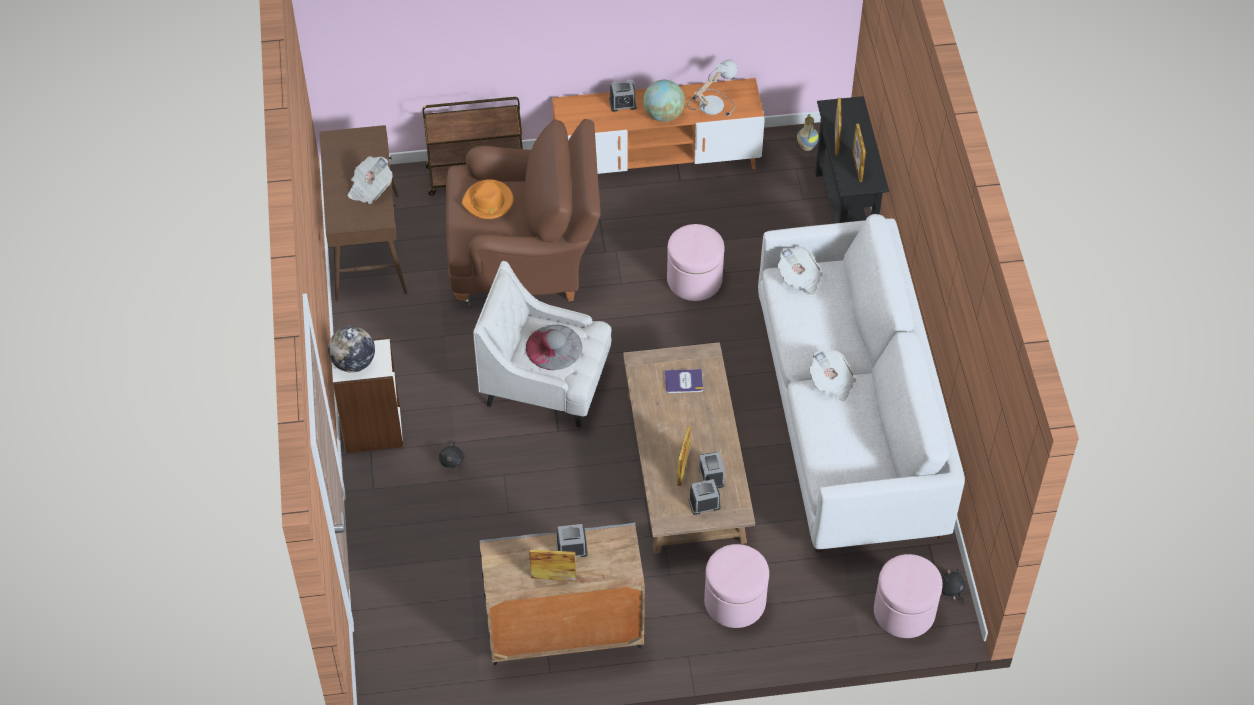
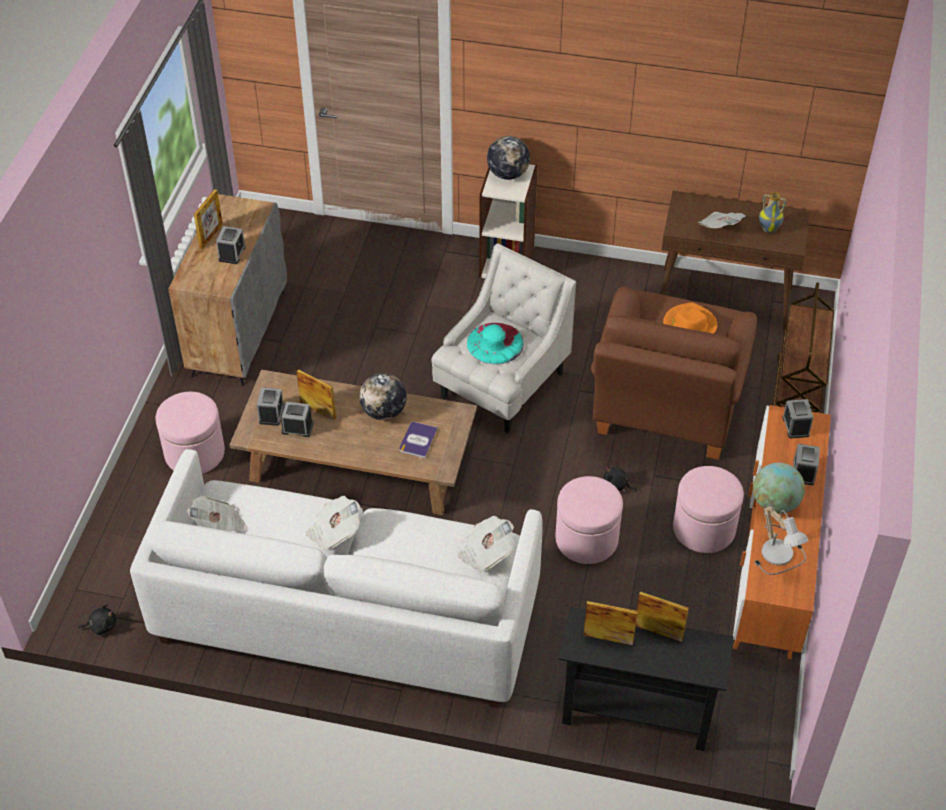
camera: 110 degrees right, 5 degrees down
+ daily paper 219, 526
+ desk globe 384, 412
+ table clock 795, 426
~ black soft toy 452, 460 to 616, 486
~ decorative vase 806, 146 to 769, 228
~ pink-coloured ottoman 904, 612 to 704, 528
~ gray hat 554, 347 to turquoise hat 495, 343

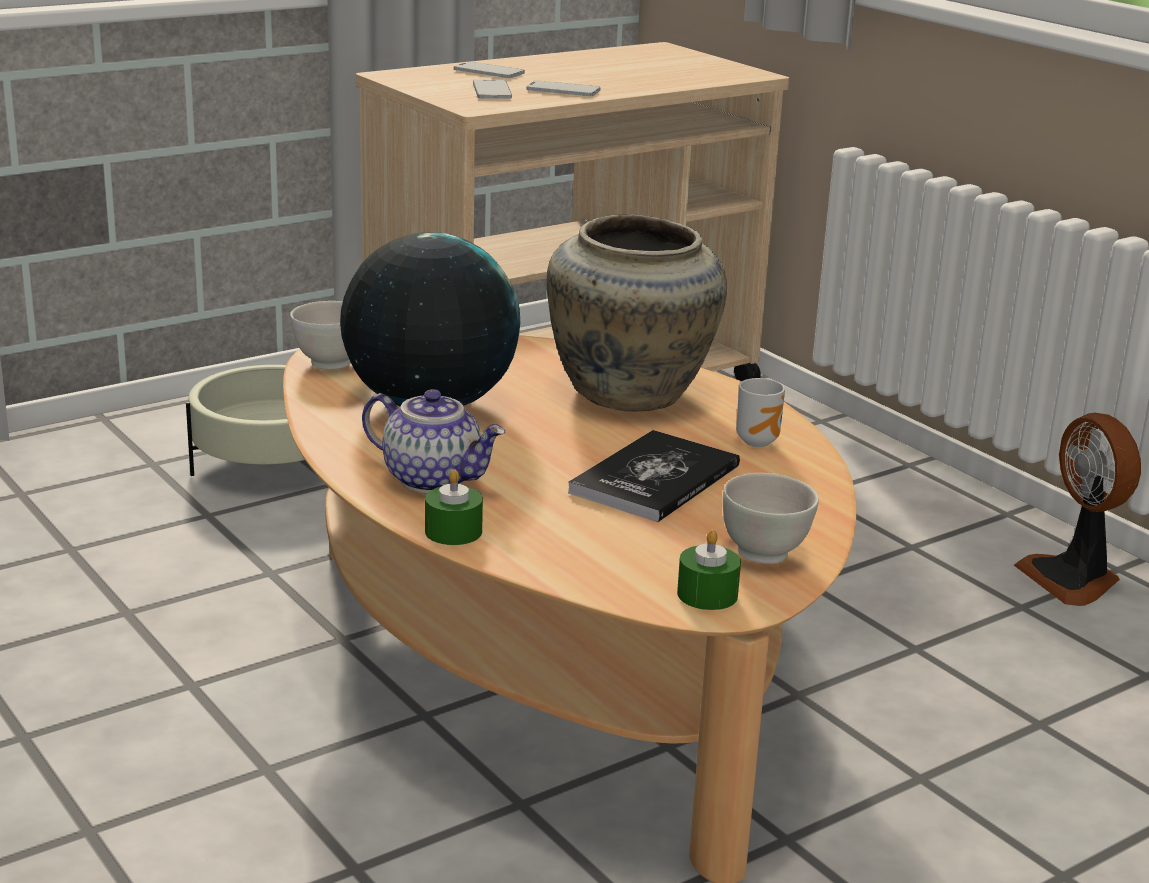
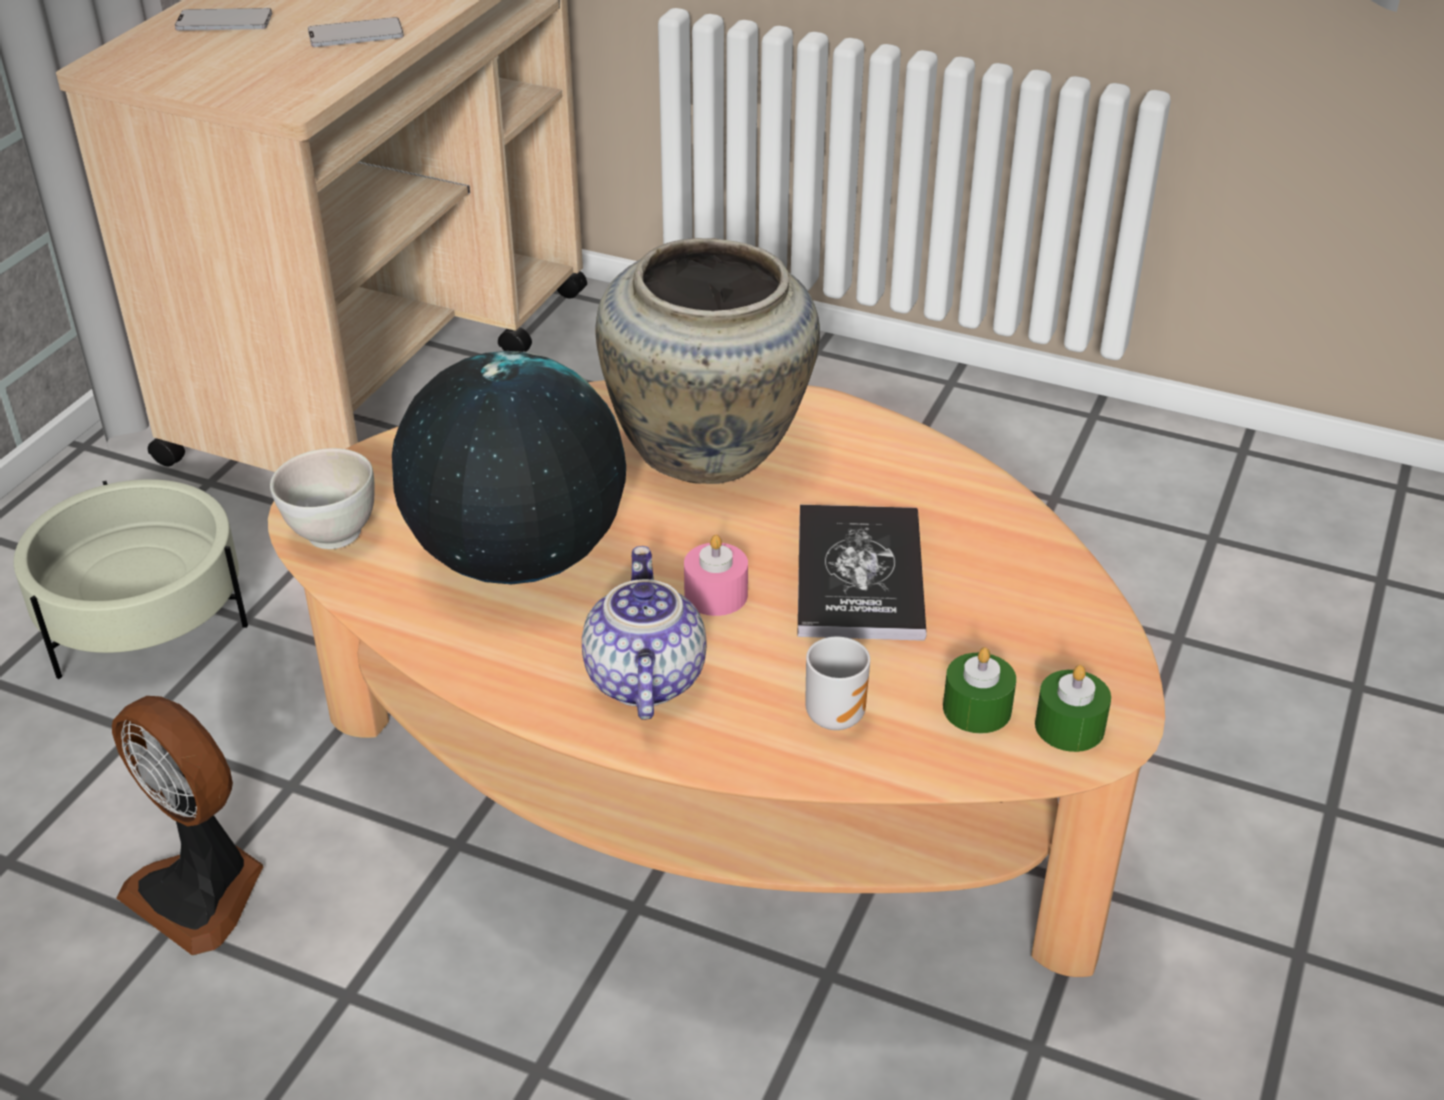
camera: 30 degrees left, 15 degrees up
- phone 492, 91
- white serving bowl 765, 553
+ pink-coloured wax candle 716, 595
~ greenish wax candle 453, 531 to 977, 709
~ coffee mug 759, 441 to 835, 714
~ electric fan 1073, 579 to 202, 890
~ pot for tea 434, 479 = 642, 678 90 degrees counterclockwise

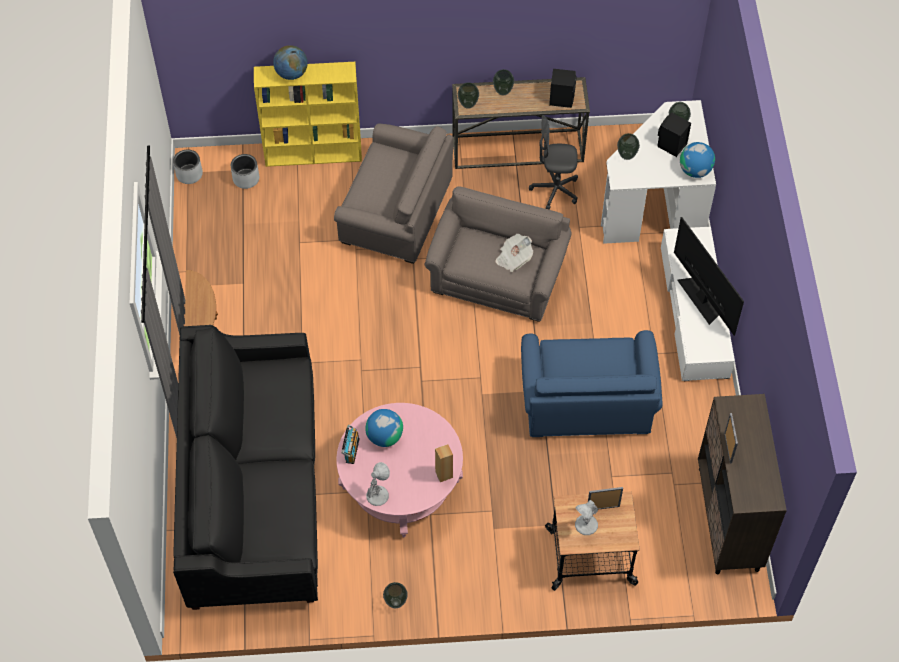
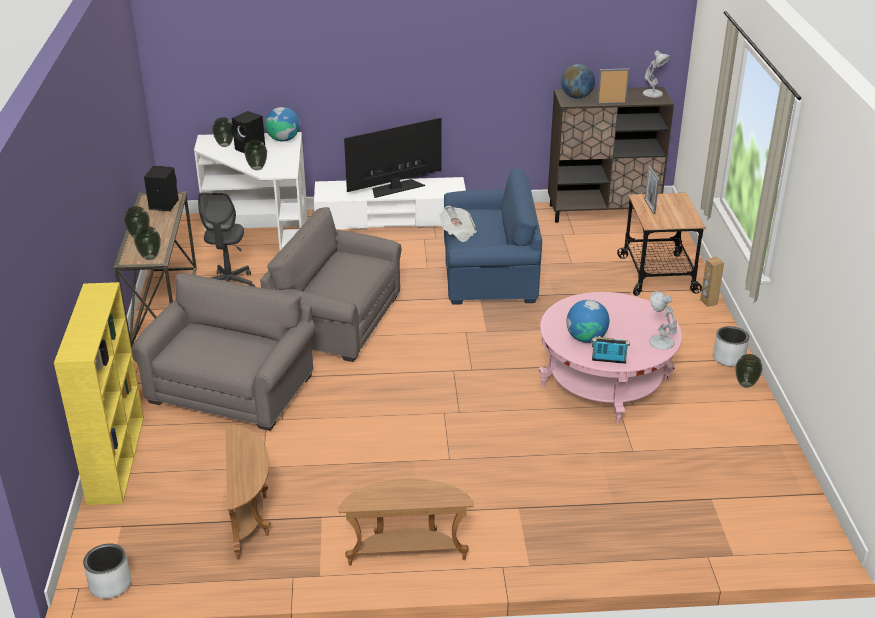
camera: 90 degrees left, 25 degrees down
- black couch 254, 491
+ brown-coloured accent table 250, 517
~ gray plant pot 246, 179 to 729, 358
~ desk globe 291, 73 to 577, 97
~ brown-coloured speaker 444, 474 to 708, 302
~ daily paper 513, 258 to 457, 233
~ white lamp for a table 585, 525 to 653, 93

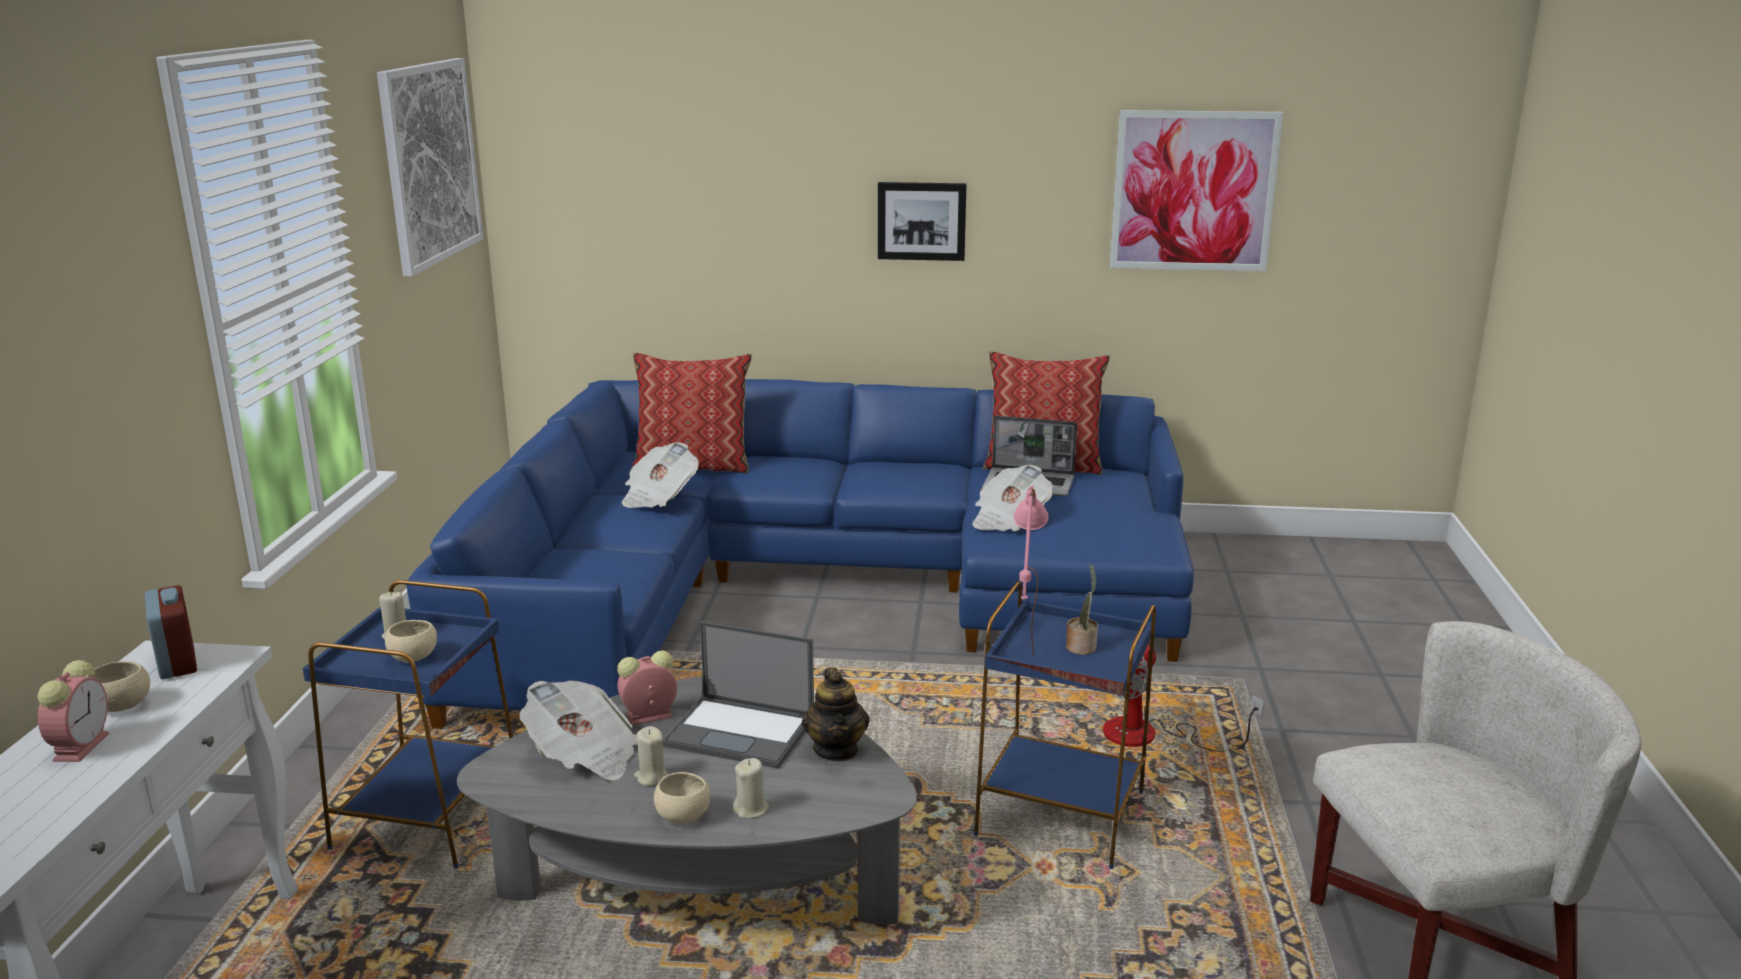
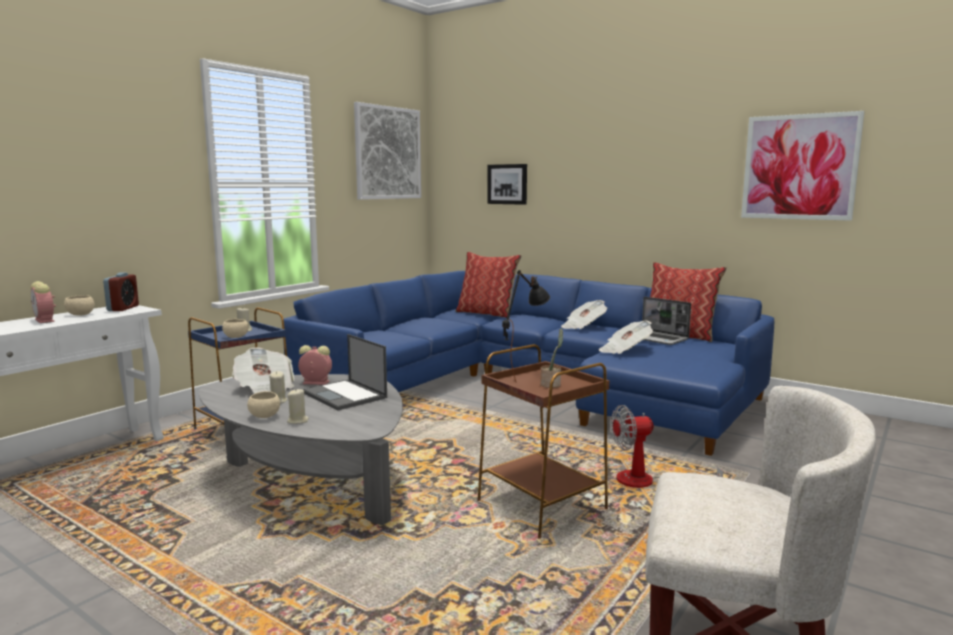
camera: 30 degrees right, 10 degrees down
- pot for tea 836, 749
~ daily paper 658, 496 to 583, 327
~ wall picture 921, 221 to 507, 184
~ bluish accent table 1062, 815 to brown-coloured accent table 542, 506
~ pink-coloured lamp for a table 1023, 637 to black lamp for a table 523, 375
~ table clock 82, 745 = 45, 320 105 degrees clockwise

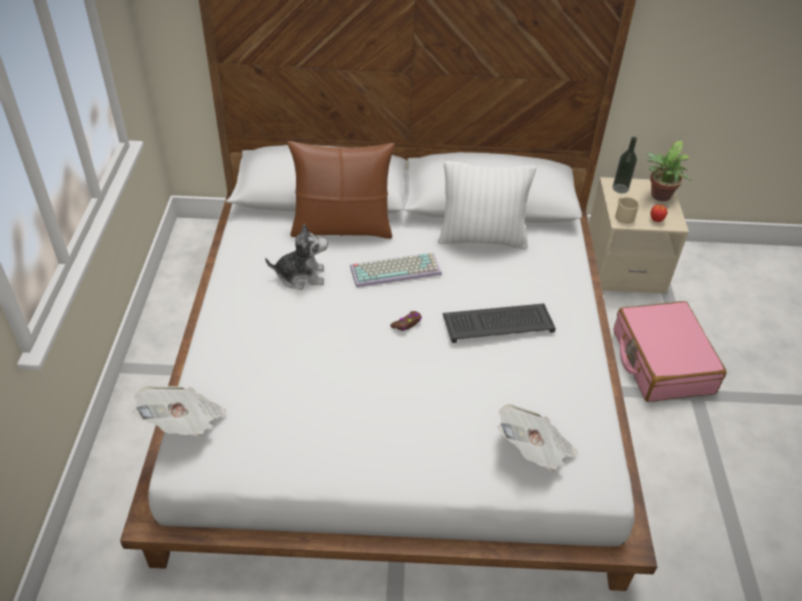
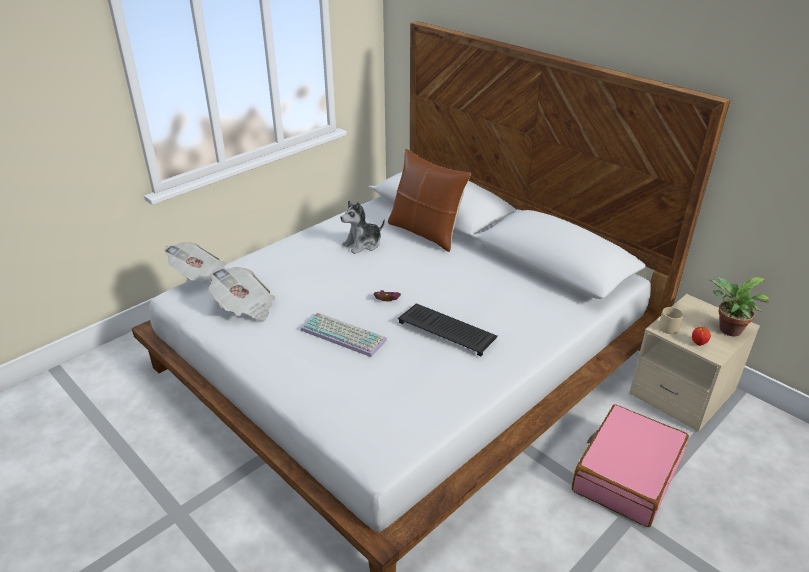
camera: 45 degrees right, 10 degrees down
- white throw pillow 482, 238
- beverage bottle 620, 188
~ keyboard 396, 269 to 345, 334
~ daily paper 534, 450 to 245, 307
~ soft toy 301, 276 = 363, 244 105 degrees clockwise

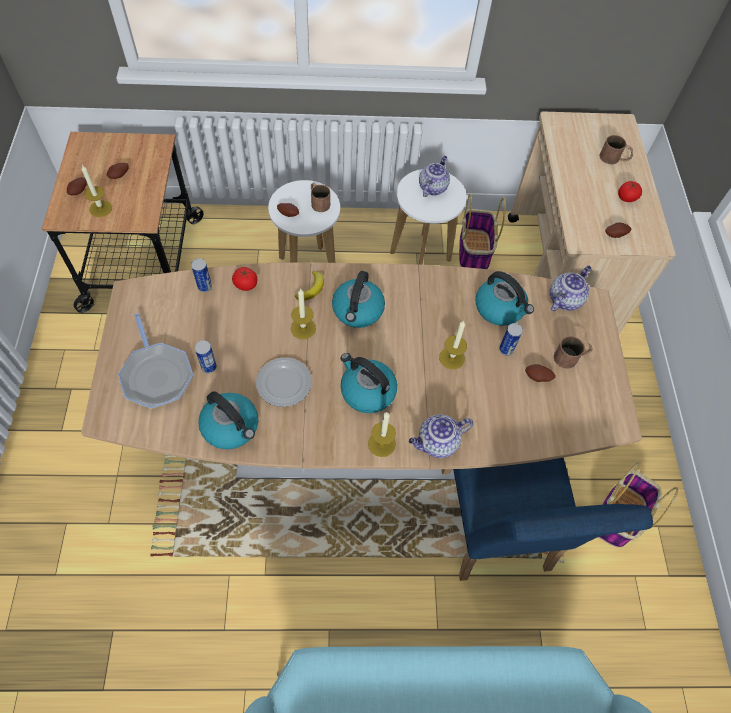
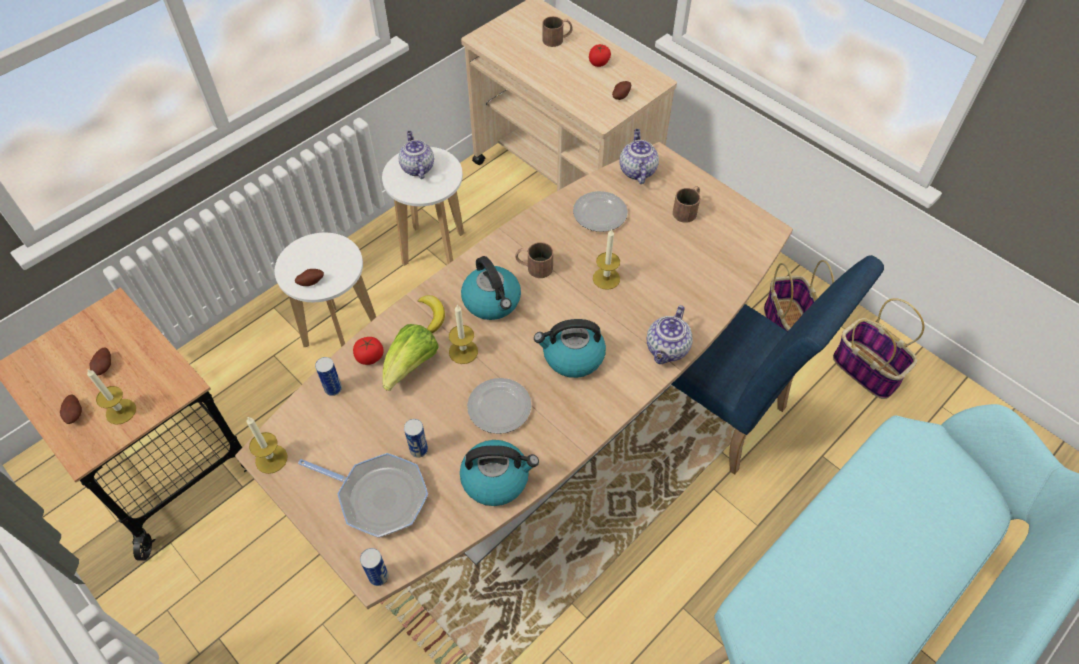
camera: 40 degrees left, 5 degrees down
- whole potato 537, 378
+ lettuce head 411, 367
~ brown-coloured coffee mug 318, 201 to 534, 267
~ wax candle 381, 444 to 271, 459
~ basket 474, 251 to 867, 370
~ sealed can 506, 349 to 378, 576
~ tea kettle 500, 308 to dinner plate 599, 213

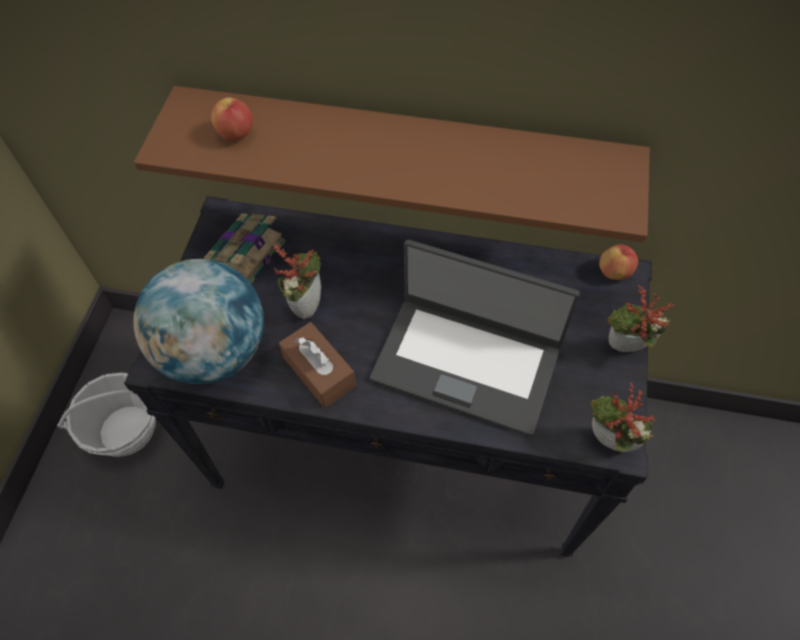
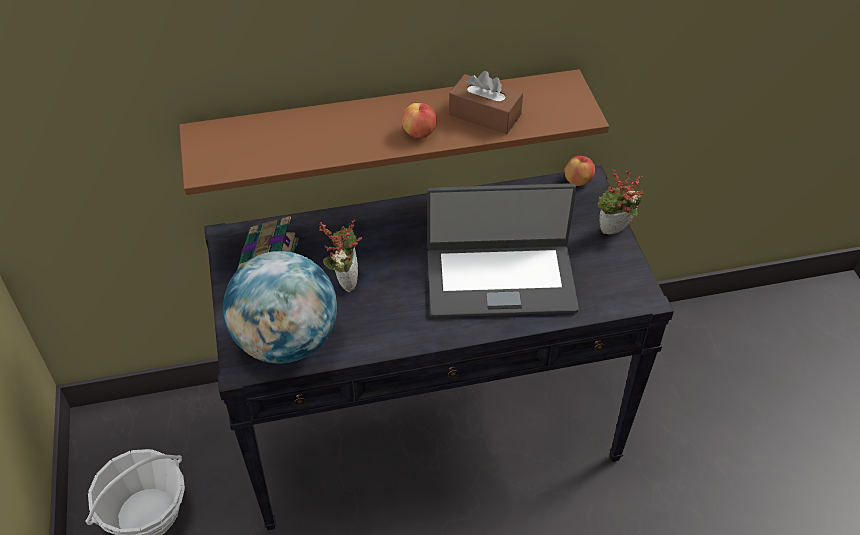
camera: 25 degrees left, 10 degrees down
- plant in a pot 606, 444
~ apple 236, 134 to 419, 133
~ brown-coloured tissue holder 319, 371 to 485, 115

